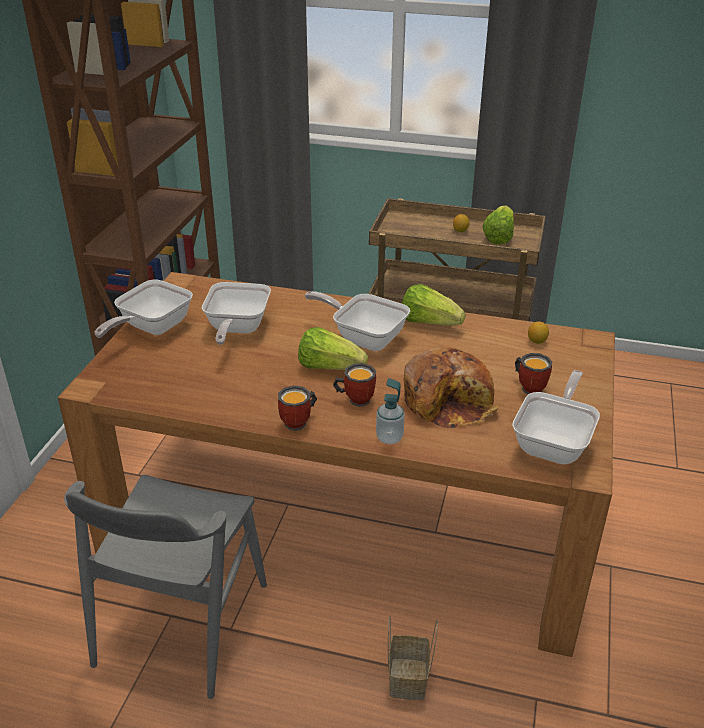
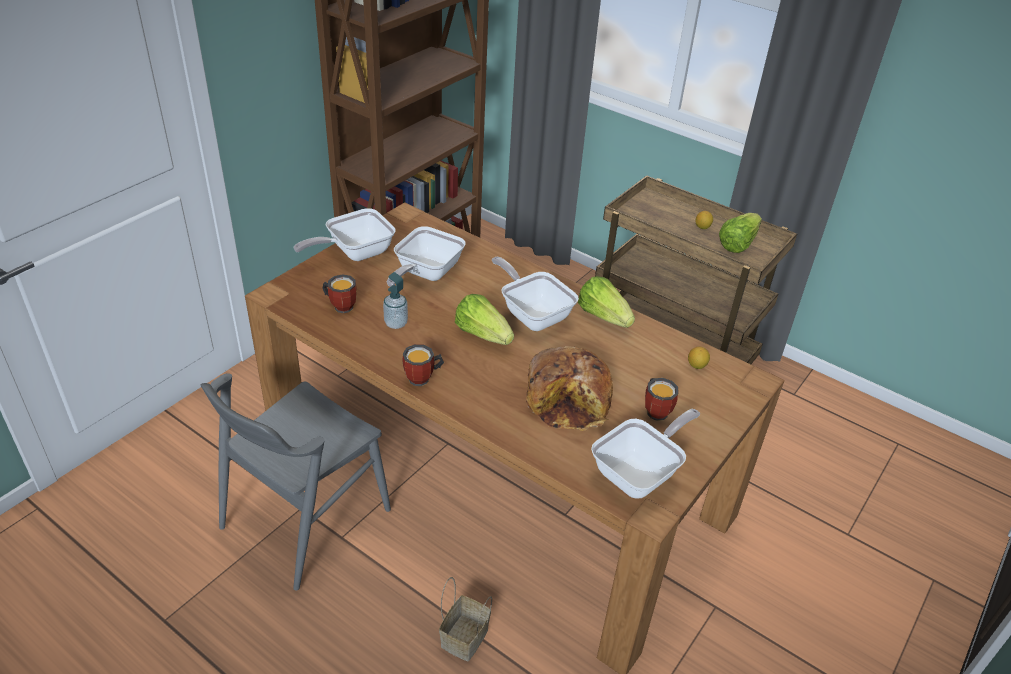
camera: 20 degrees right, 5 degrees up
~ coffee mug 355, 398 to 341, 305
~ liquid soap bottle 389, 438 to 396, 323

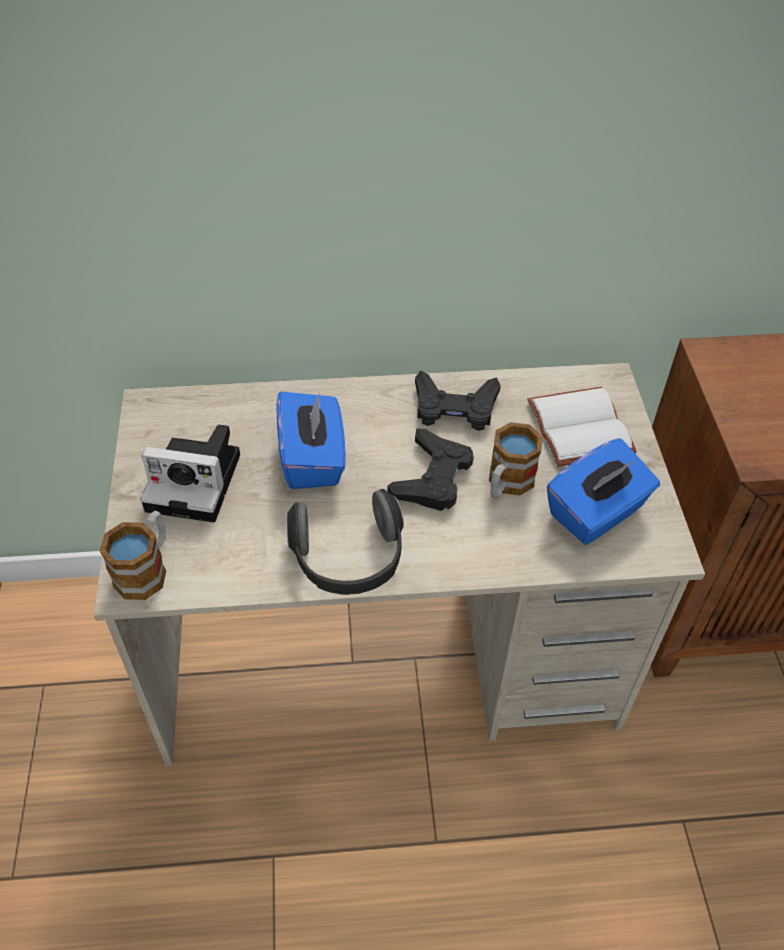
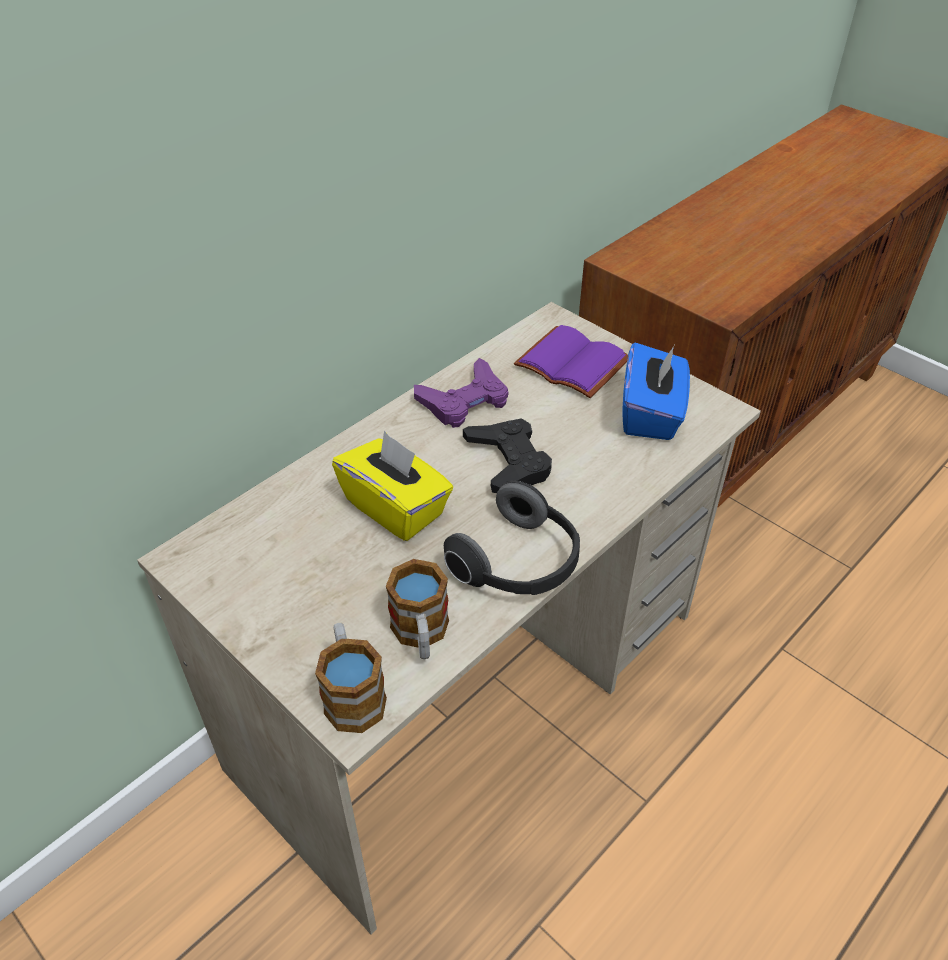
camera: 40 degrees left, 5 degrees down
- still camera 198, 482
~ coffee mug 507, 484 to 421, 635
~ bluish tissue holder 313, 459 to yellowish tissue holder 396, 507
~ black gamepad 455, 407 to purple gamepad 464, 401
~ white bound book 583, 429 to purple bound book 575, 363

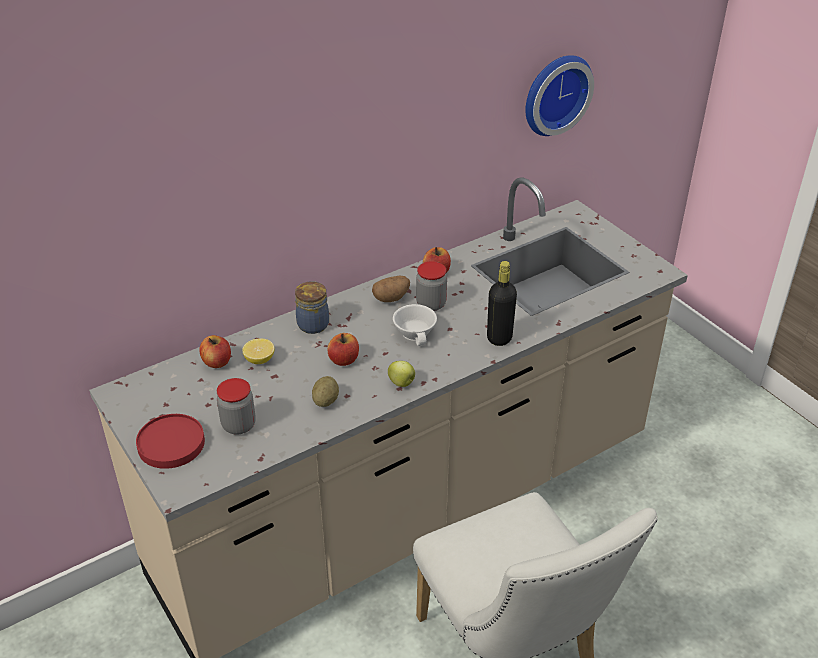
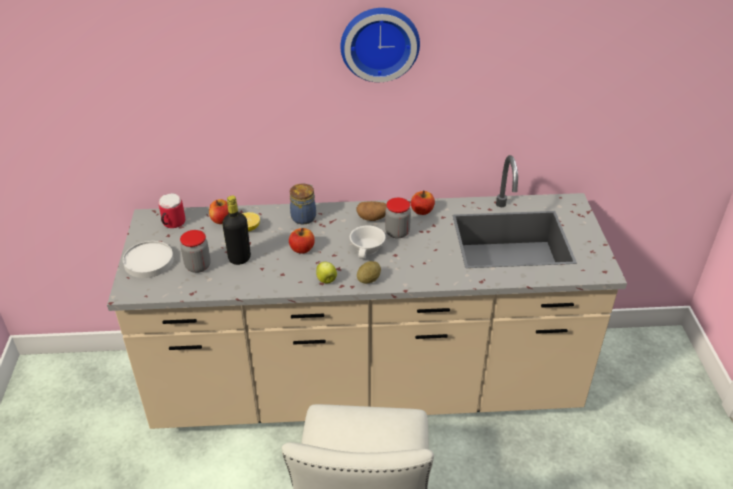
camera: 30 degrees right, 0 degrees up
+ coffee mug 171, 223
~ whole potato 325, 401 to 368, 280
~ black beverage bottle 499, 338 to 239, 258
~ wall clock 554, 93 to 379, 42
~ red-coloured dinner plate 171, 443 to white dinner plate 149, 261

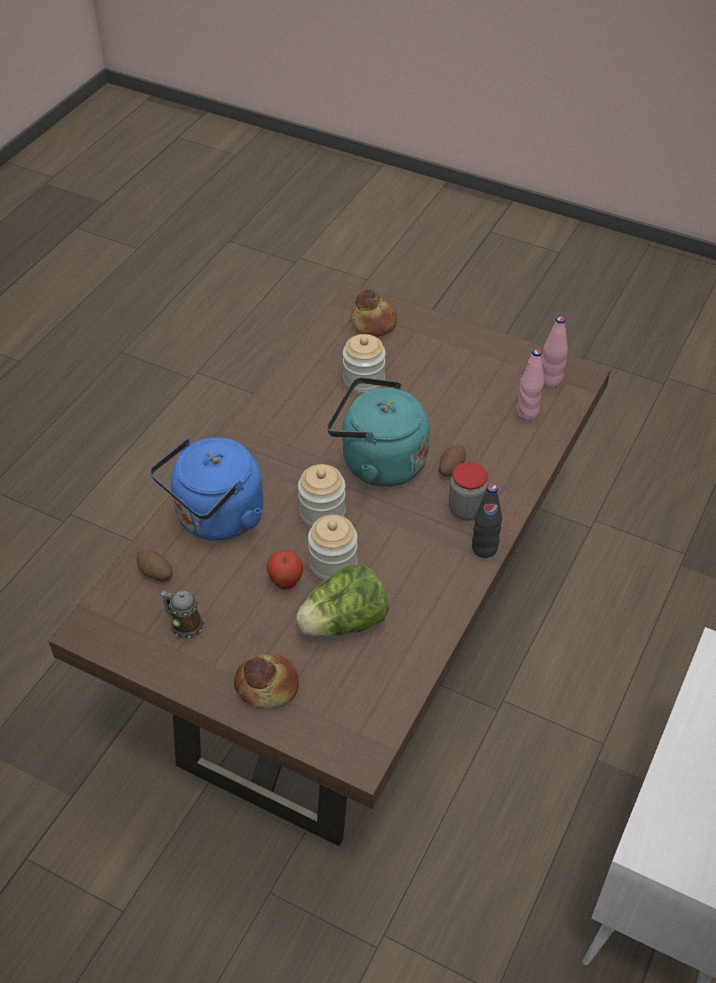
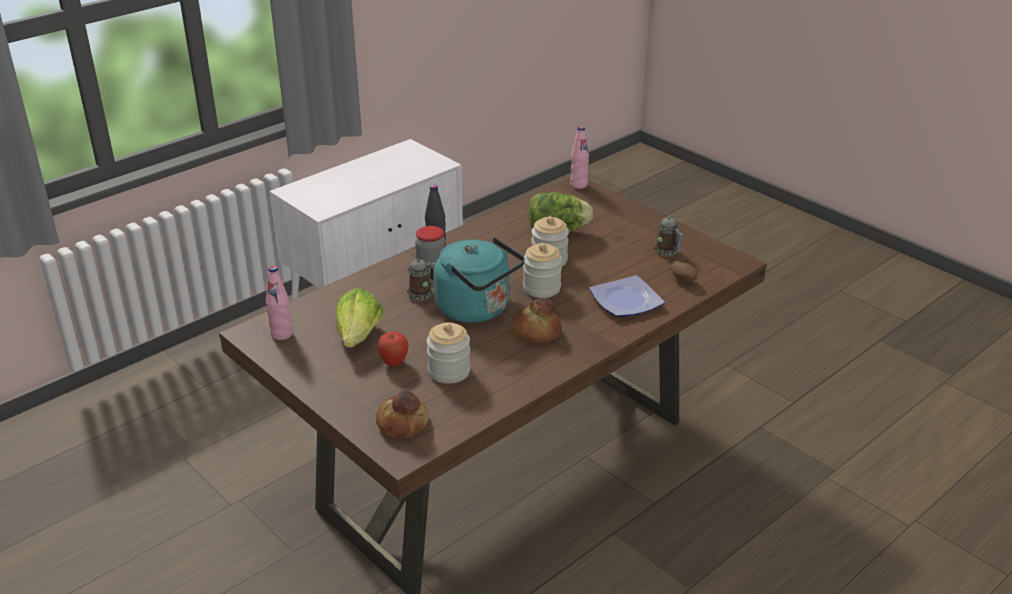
camera: 160 degrees left, 15 degrees down
+ lettuce head 359, 336
~ baked bread 267, 685 to 536, 332
~ apple 286, 583 to 394, 363
~ pink-coloured beverage bottle 527, 413 to 578, 185
~ bluish tea kettle 216, 519 to dinner plate 627, 301
~ whole potato 450, 469 to coffee mug 422, 293

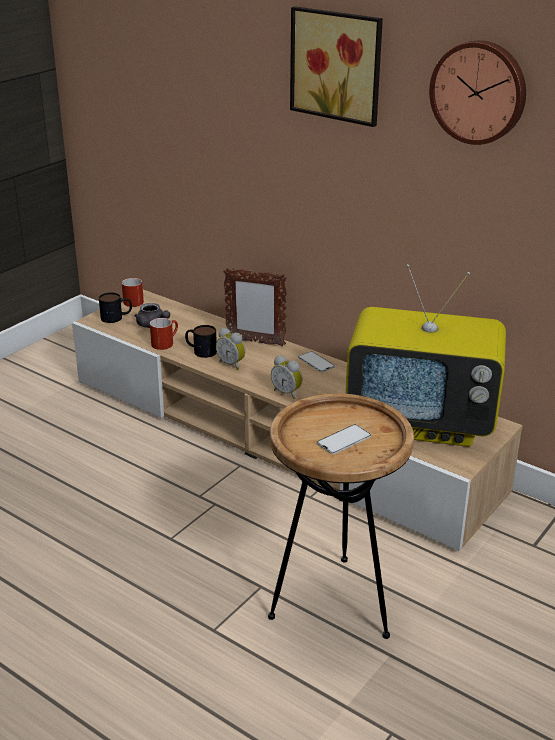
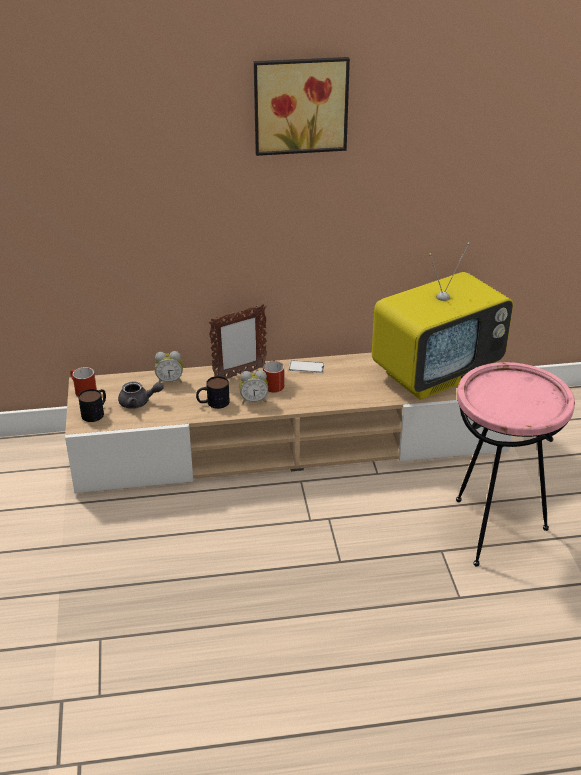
camera: 45 degrees left, 5 degrees up
- phone 344, 440
- wall clock 479, 92
~ red-coloured coffee mug 165, 342 to 273, 384
~ table clock 287, 393 to 170, 381
~ brown-coloured accent table 334, 603 to pink-coloured accent table 493, 530

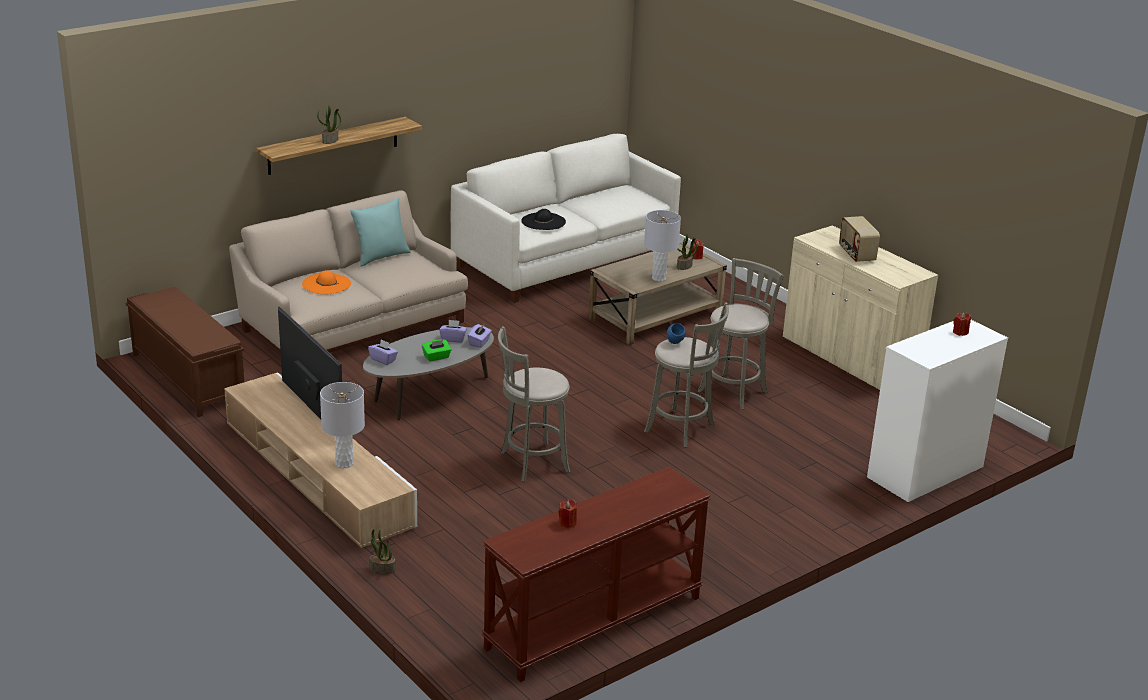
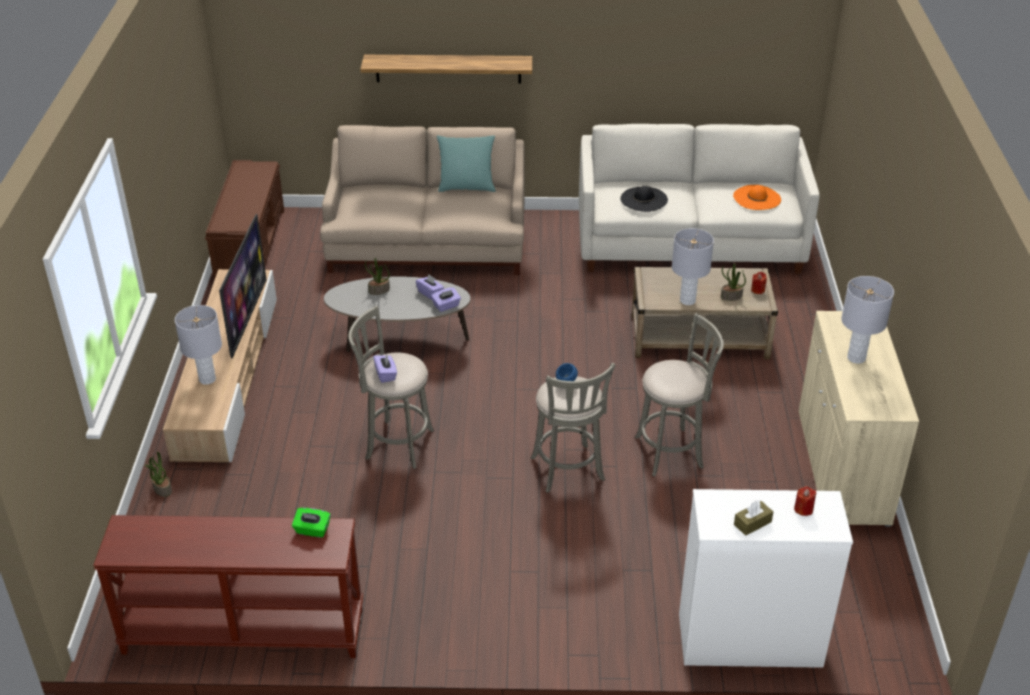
camera: 40 degrees right, 10 degrees up
- red-coloured wax candle 567, 523
+ brown-coloured tissue holder 752, 523
~ orange hat 326, 284 to 756, 198
~ plant in a pot 330, 141 to 379, 290
~ purple tissue holder 383, 360 to 386, 374
~ greenish tissue holder 436, 357 to 312, 530
~ radio set 856, 254 to gray lamp for a table 856, 358

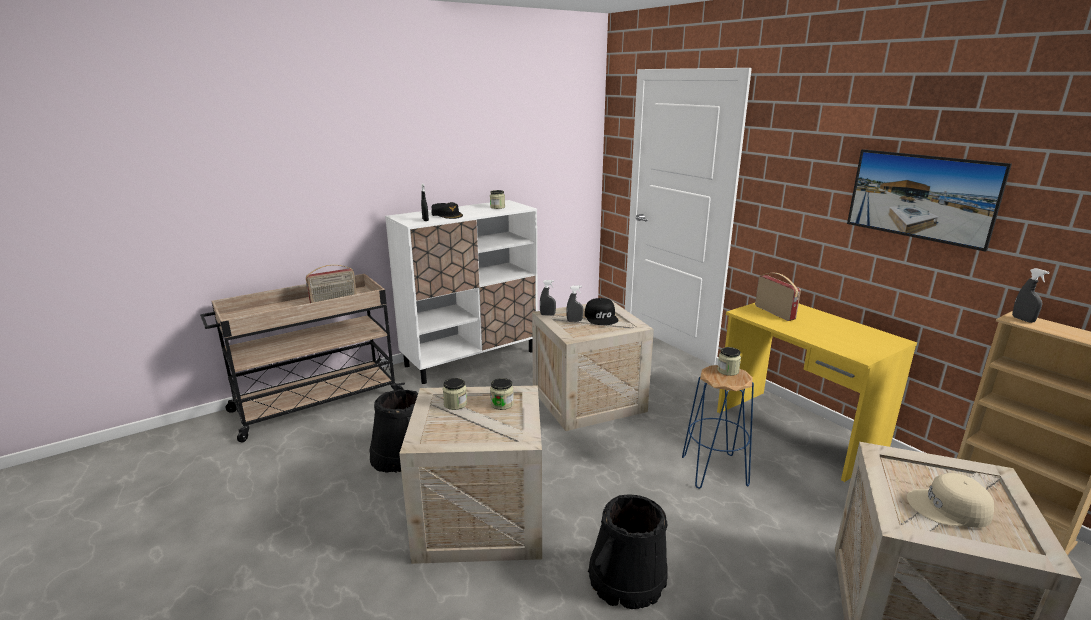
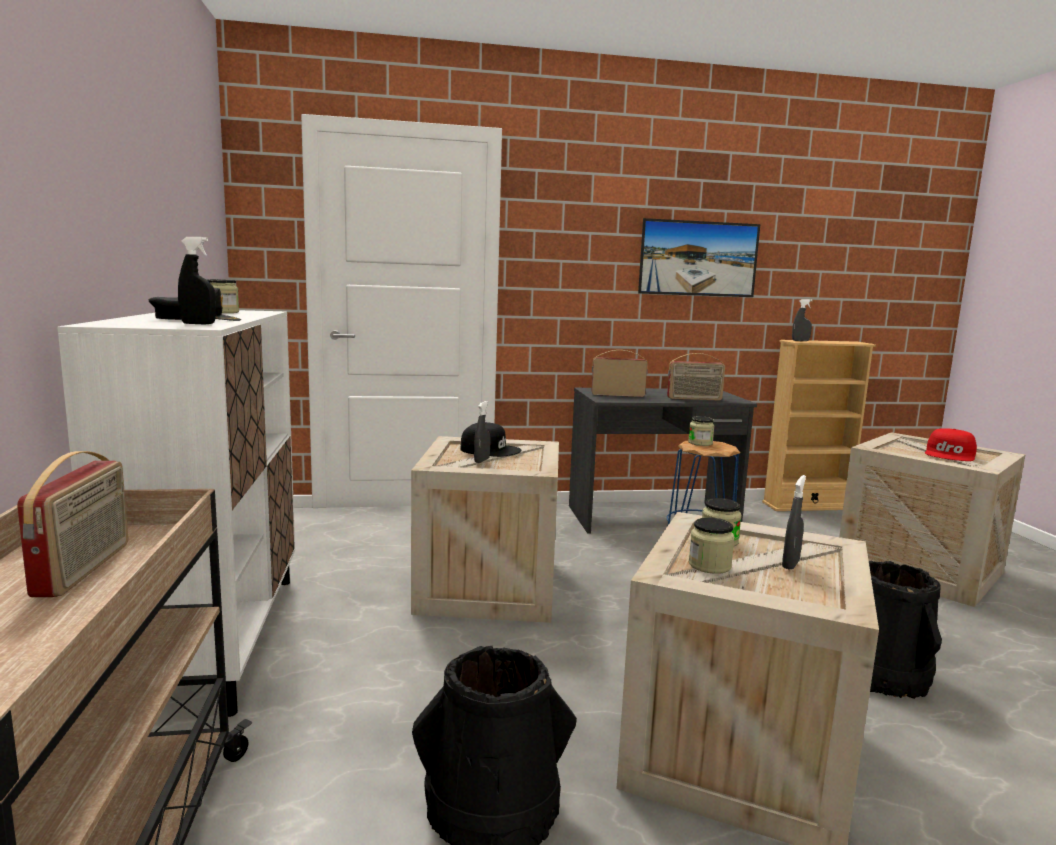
camera: 65 degrees left, 10 degrees down
+ radio set 694, 399
~ gray hand sprayer 547, 315 to 790, 564
~ yellowish desk 796, 432 to gray desk 653, 518
~ beige baseball cap 949, 508 to red-coloured baseball cap 950, 454

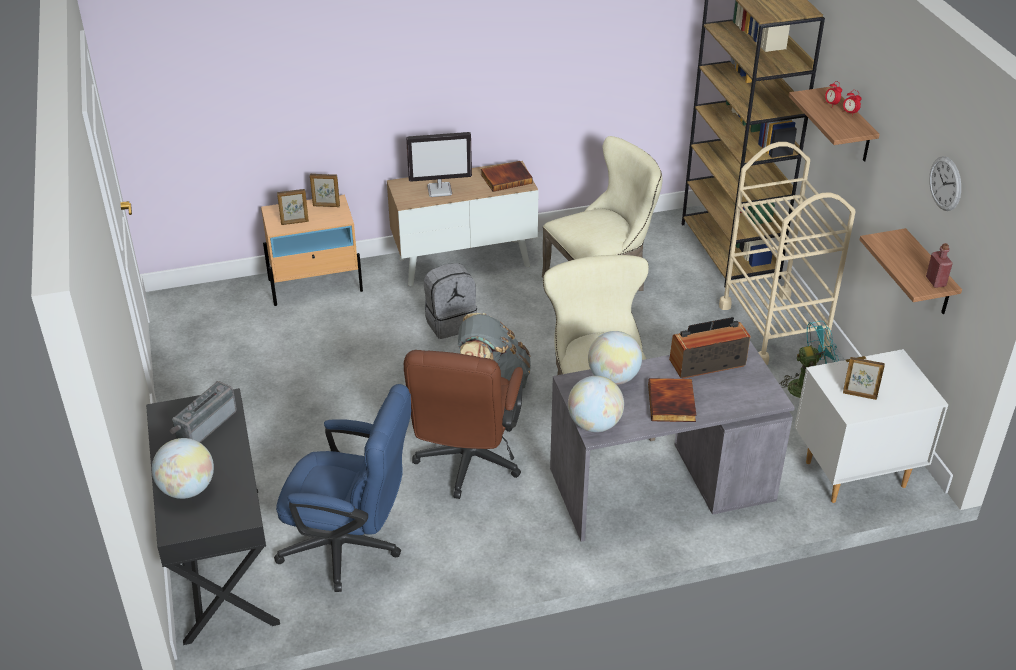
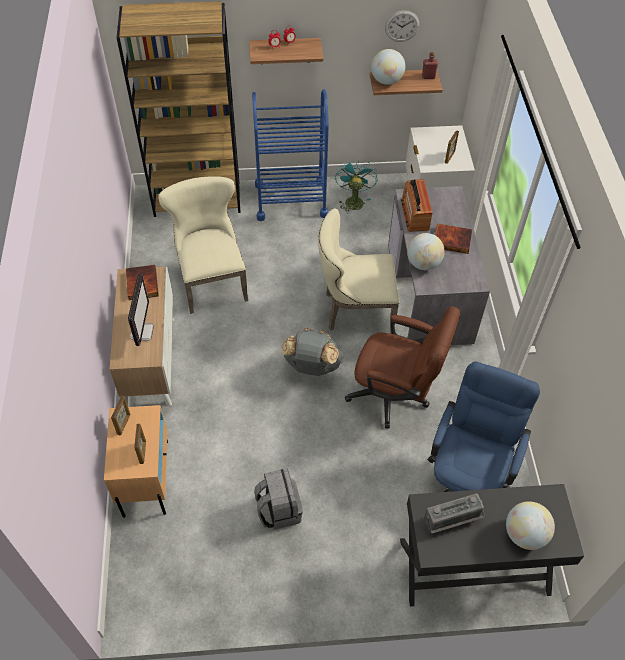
camera: 80 degrees left, 15 degrees up
~ gray knapsack 450, 322 to 278, 510
~ desk globe 594, 424 to 386, 81
~ beige wheeled cart 773, 328 to bluish wheeled cart 291, 200
~ radio set 204, 425 = 452, 521 60 degrees counterclockwise

